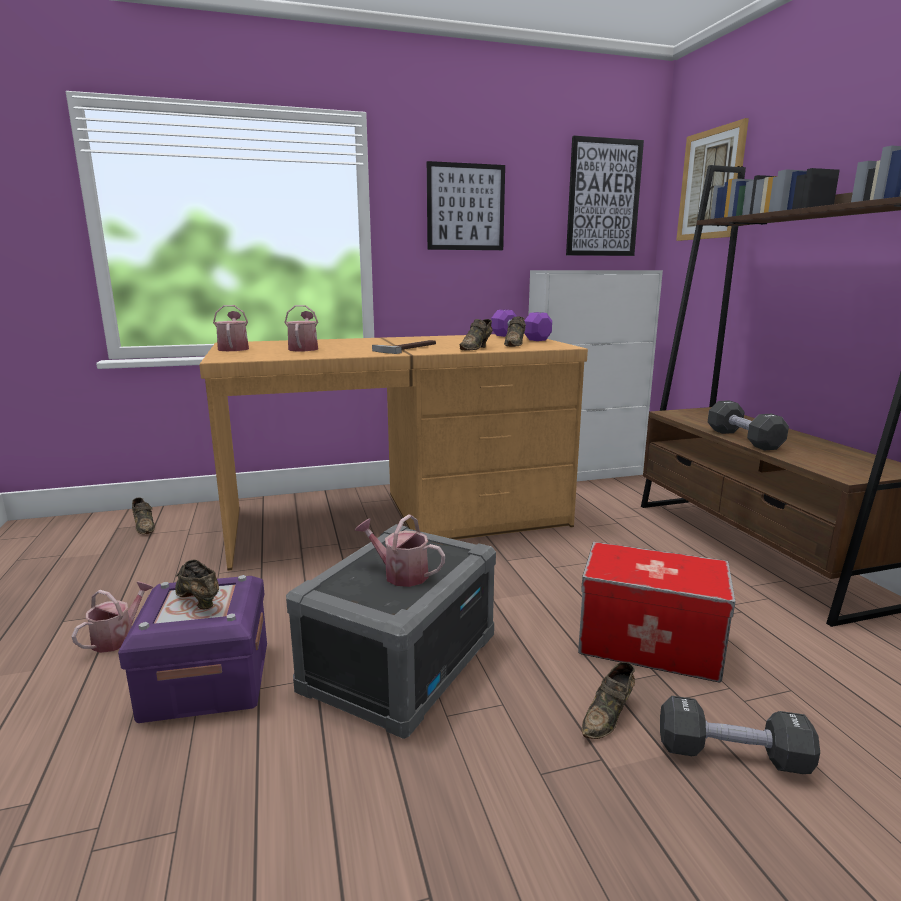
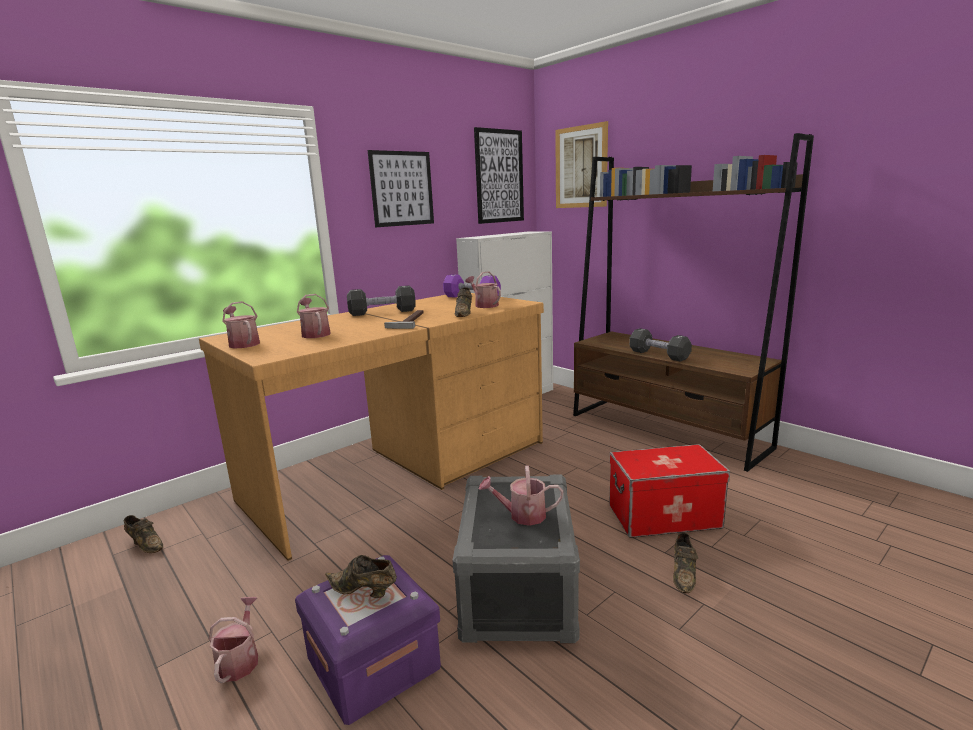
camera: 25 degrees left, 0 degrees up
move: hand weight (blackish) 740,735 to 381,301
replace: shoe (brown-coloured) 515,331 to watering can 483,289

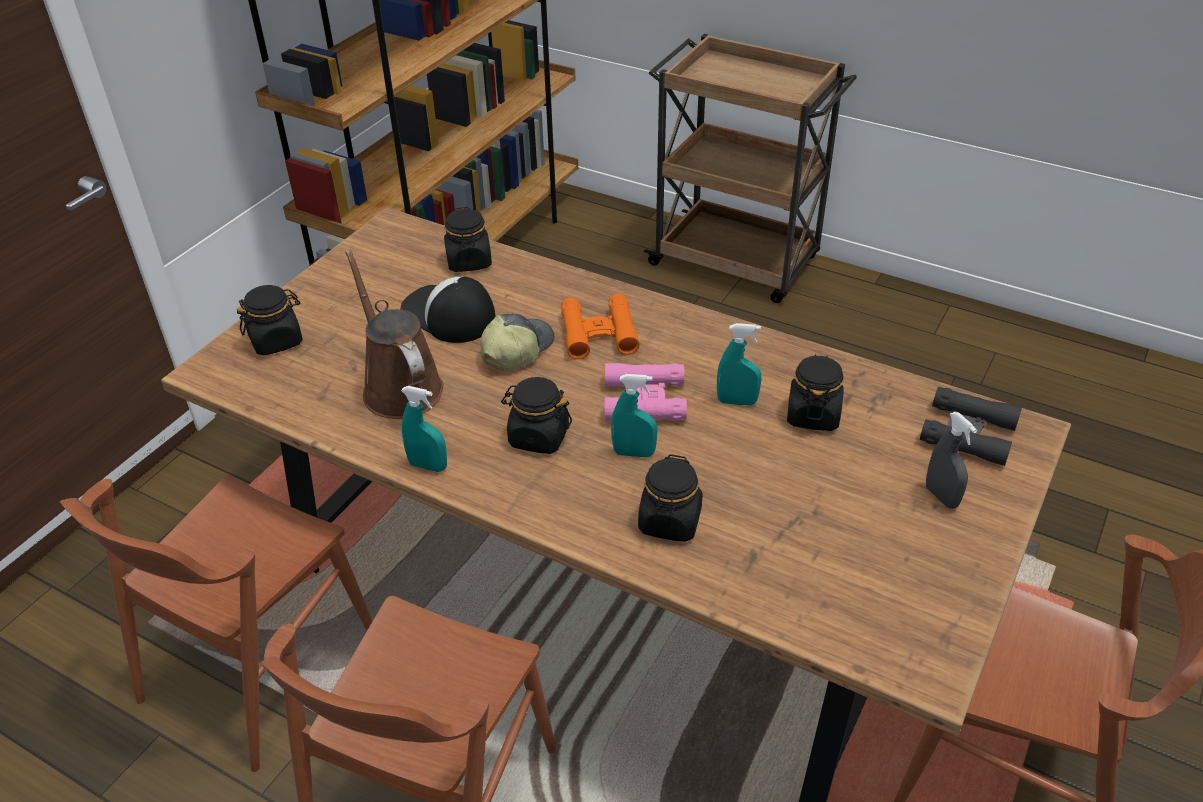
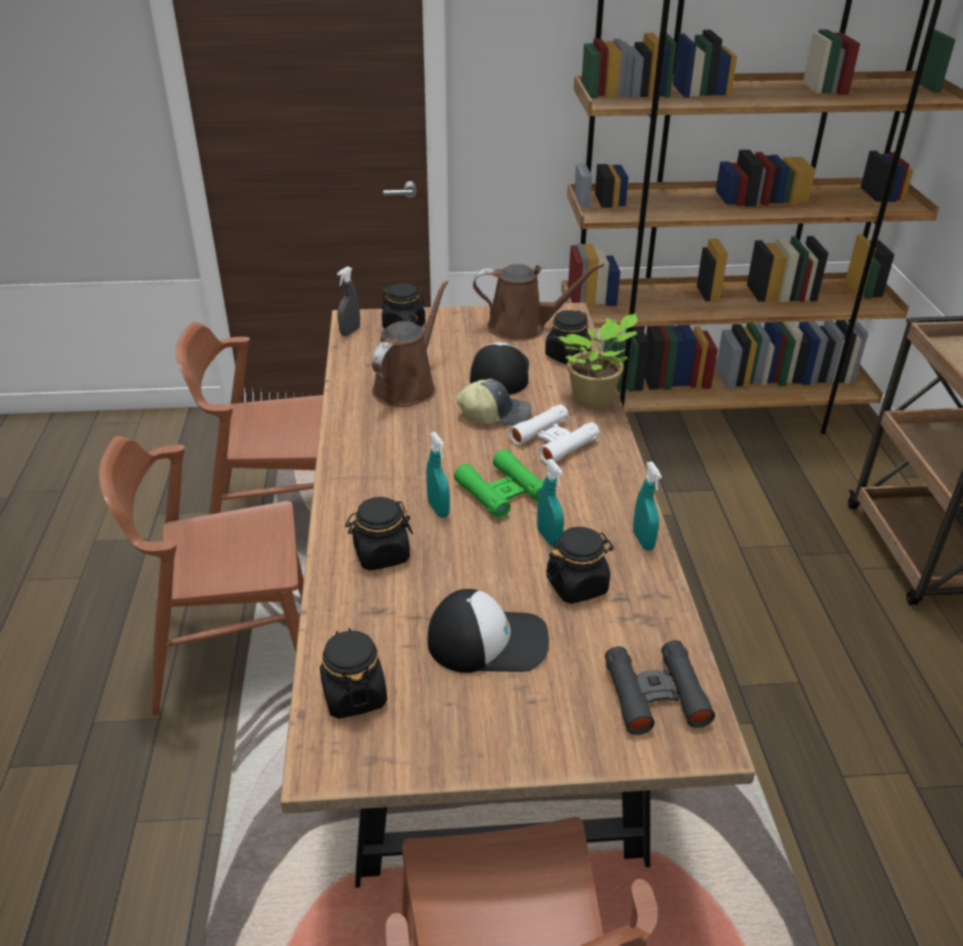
camera: 55 degrees right, 5 degrees down
insert: watering can (brown-coloured) 538,302; potted plant 597,361; peaked cap 488,631
move: jar (blackish) 536,415 to 353,673; sprayer (blue-green) 424,429 to 647,506; sprayer (grey) 951,460 to 348,301
recolor: binoculars (orange) 600,326 to binoculars (white) 554,434; binoculars (pink-coloured) 646,392 to binoculars (green) 499,483

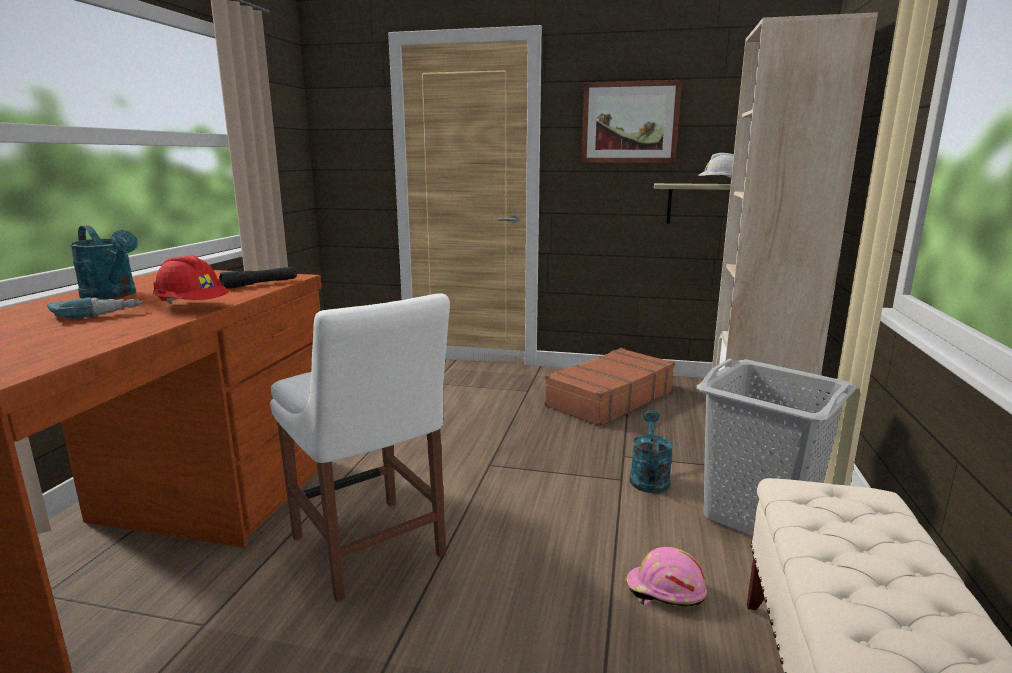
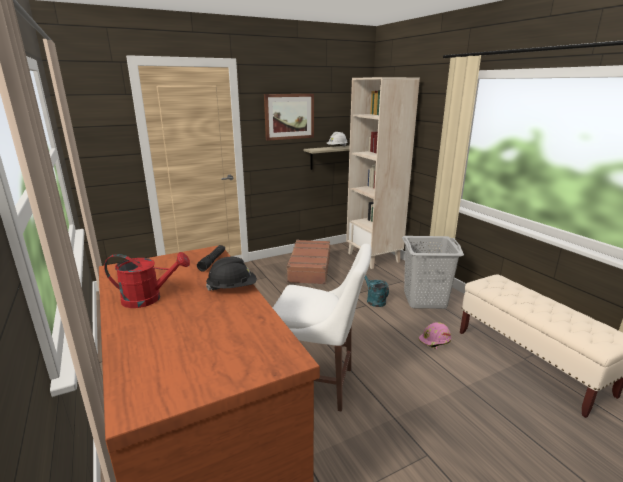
camera: 40 degrees left, 5 degrees up
delete: power drill 95,307
recolor: watering can (blue-green) 103,262 to watering can (red-coloured) 147,280; hard hat (red-coloured) 191,279 to hard hat (blackish) 231,274

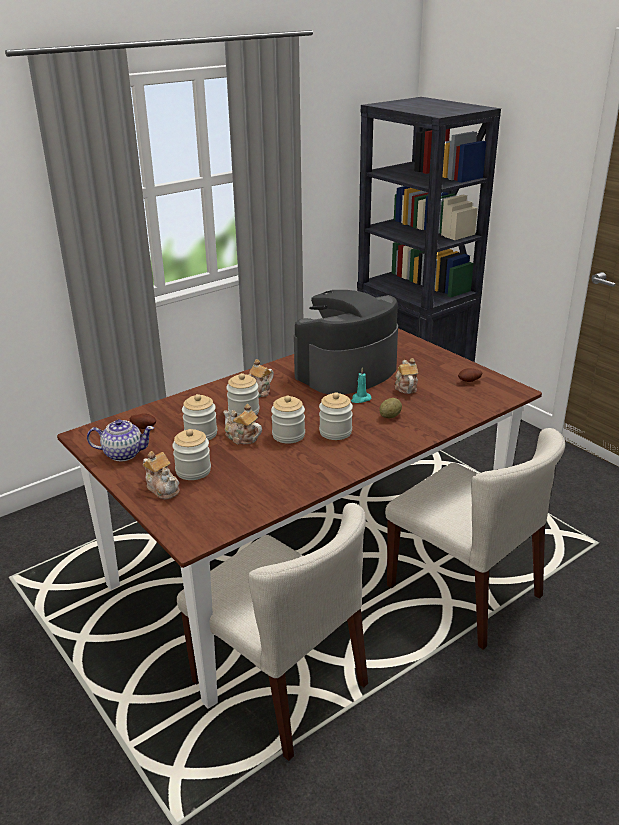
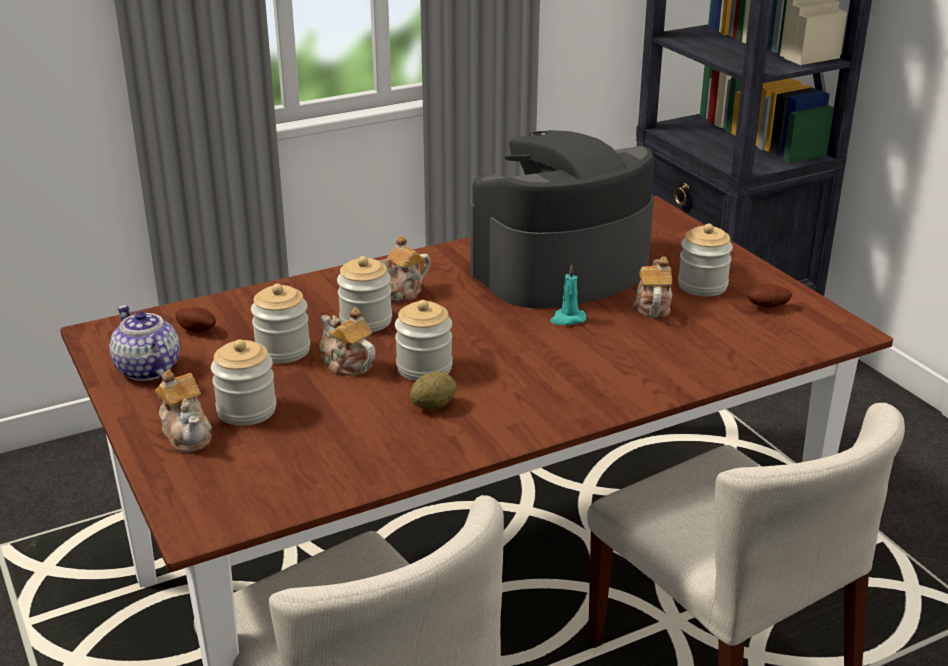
camera: 10 degrees right, 0 degrees up
move: jar 336,416 to 705,260; whole potato 390,408 to 433,391
rotate: tea pot 120,440 = 144,343 135 degrees counterclockwise

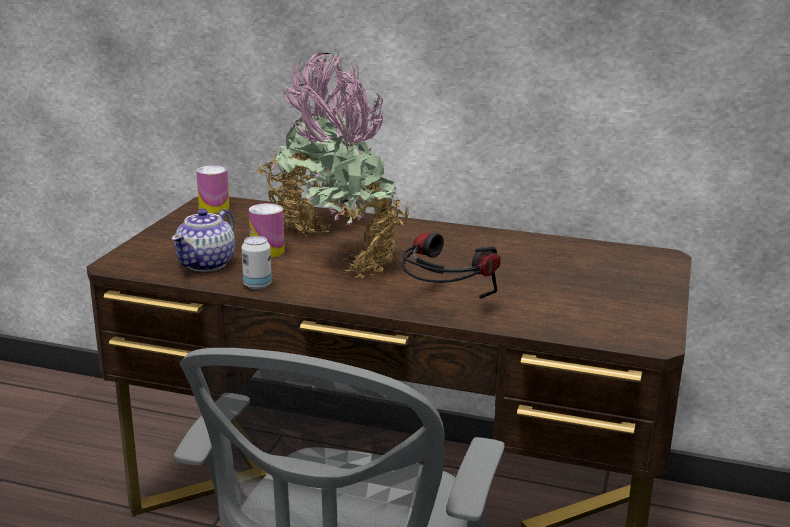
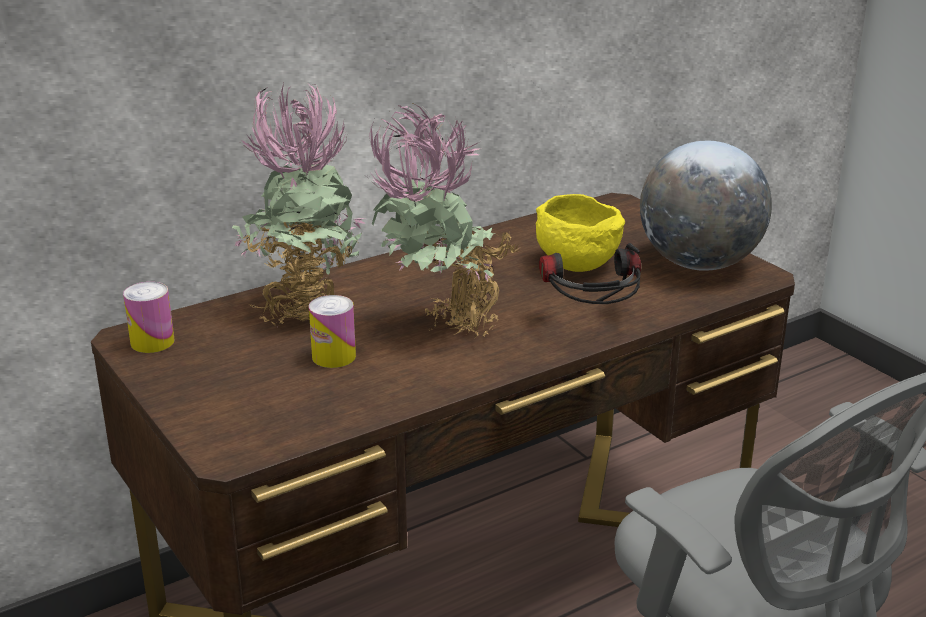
camera: 50 degrees left, 5 degrees up
delete: tea pot 203,240; sealed can 257,262
insert: world globe 706,206; bowl (yellowish) 580,233

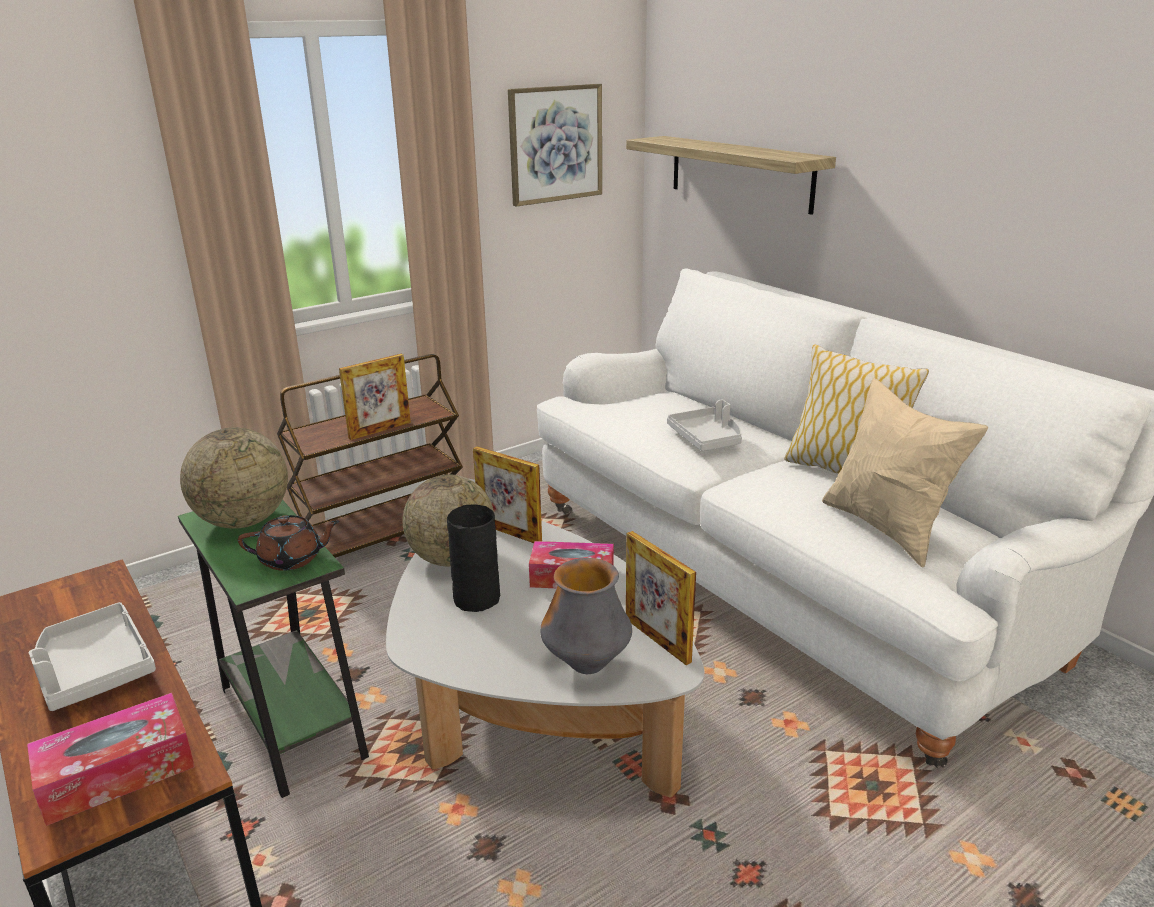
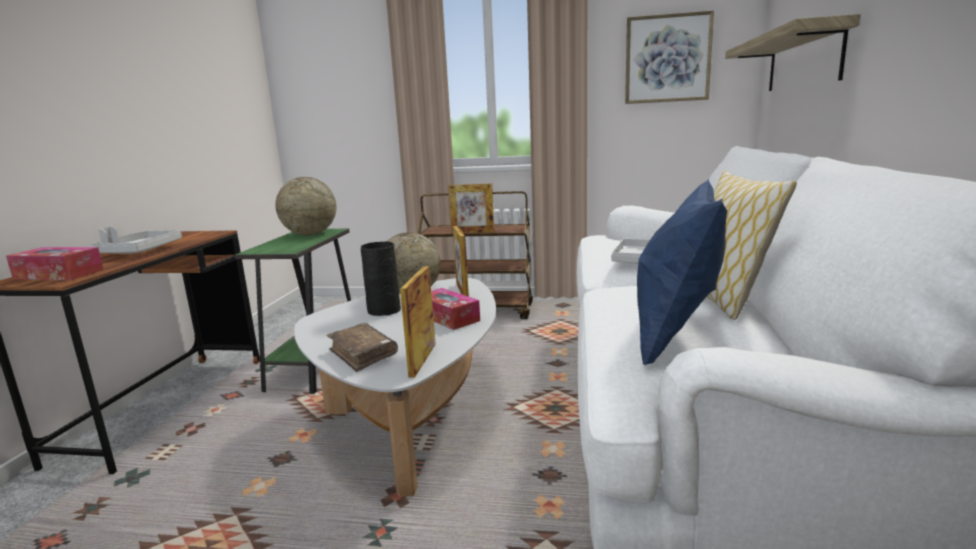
camera: 45 degrees right, 10 degrees down
delete: tea pot (brown-coloured) 289,543
replace: decorative vase 586,616 to bound book (brown-coloured) 362,347
recolor: throw pillow (sand-coloured) 905,472 to throw pillow (blue) 682,272

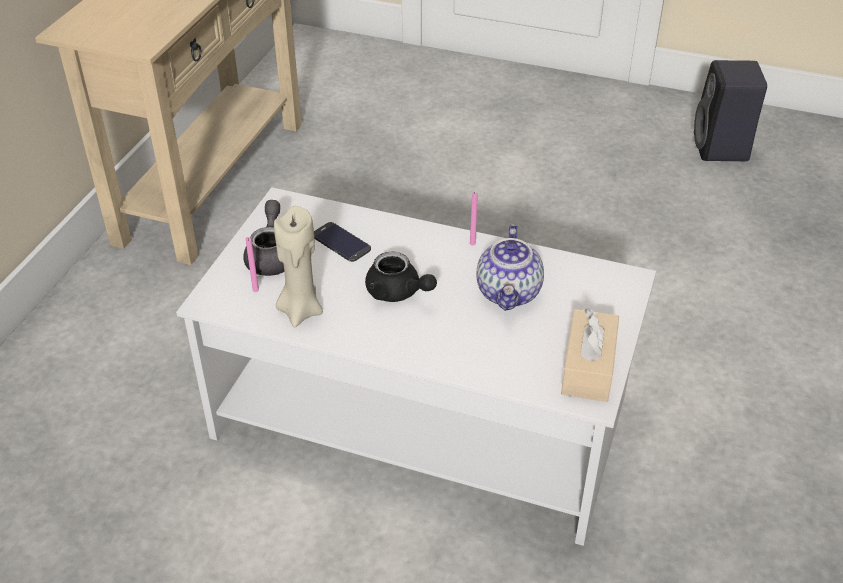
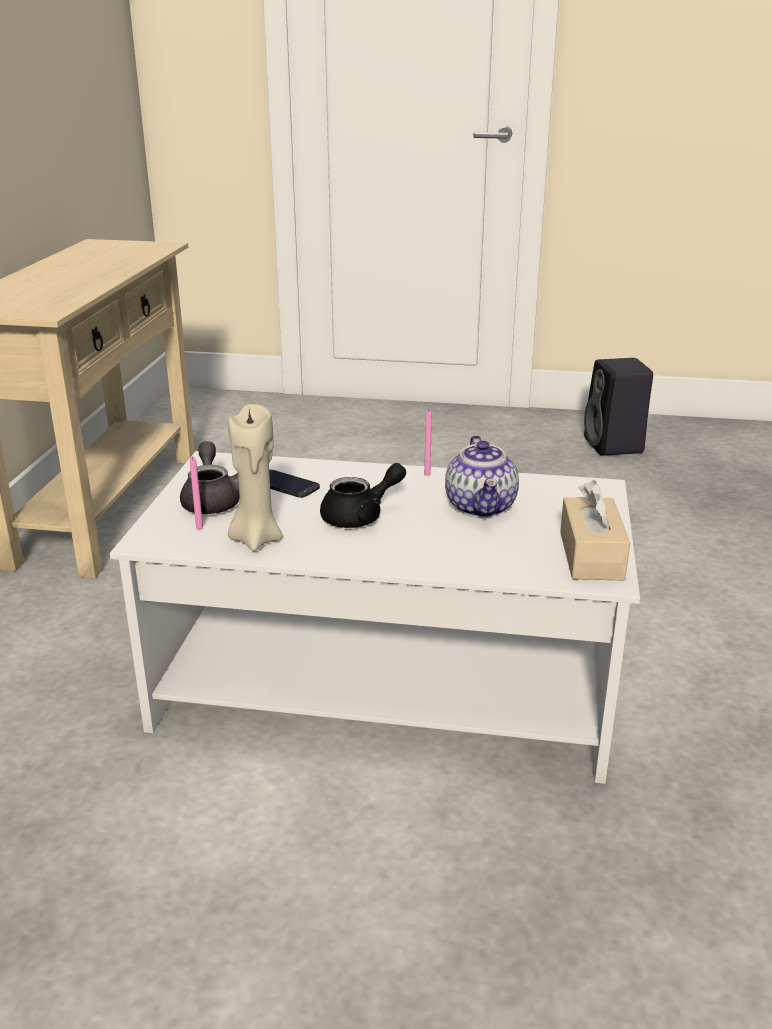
camera: 10 degrees left, 15 degrees down
rotate: tea pot (blackish) 401,277 = 363,495 60 degrees counterclockwise

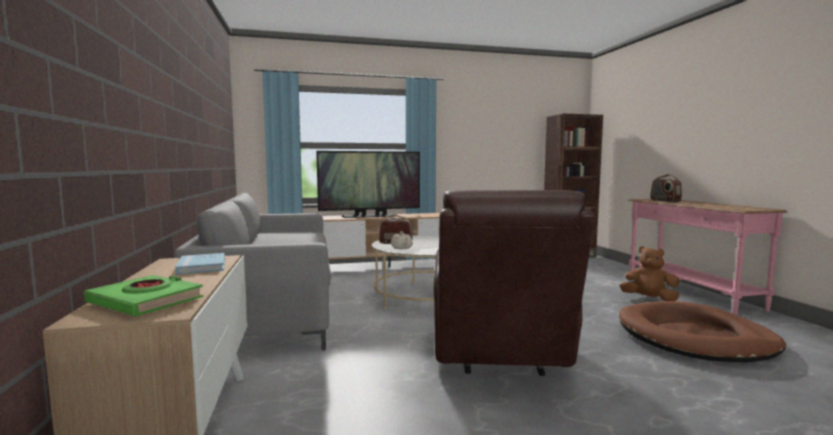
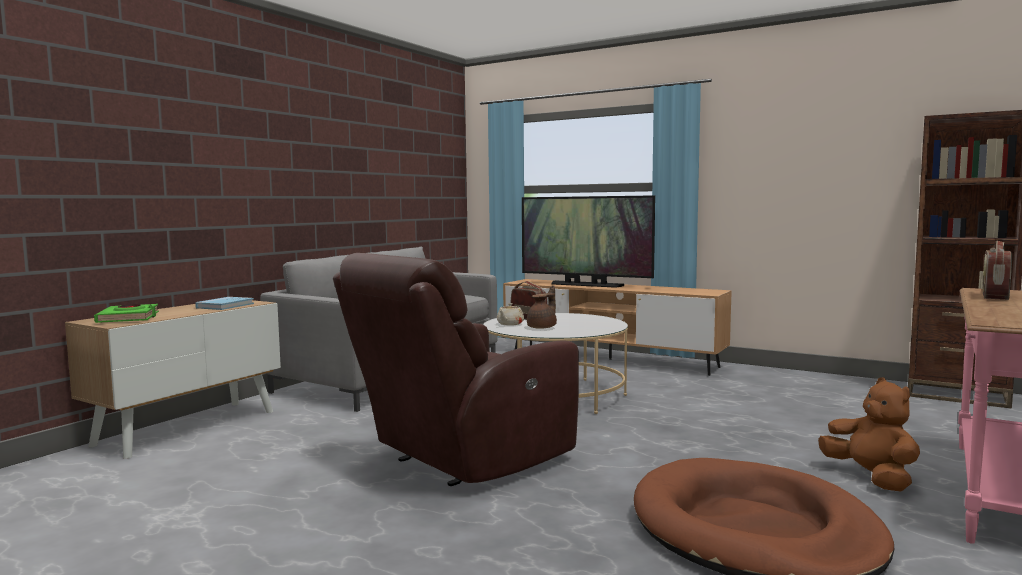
camera: 45 degrees right, 0 degrees up
insert: tea pot (brown-coloured) 542,306

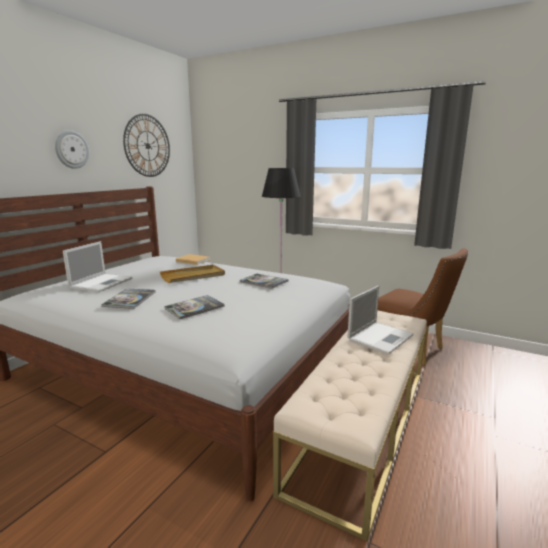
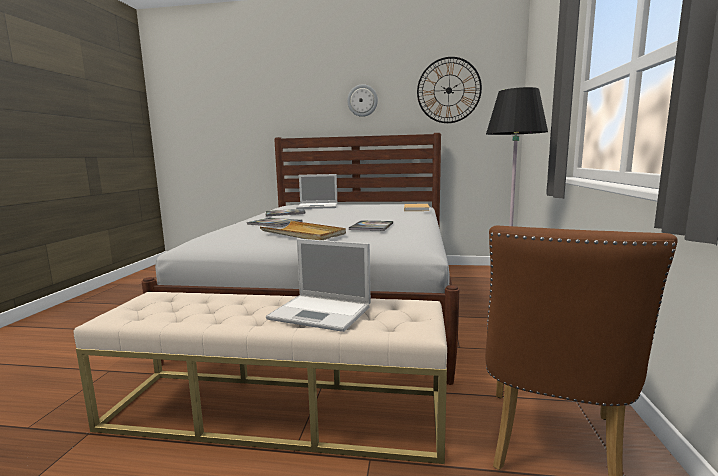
camera: 70 degrees right, 5 degrees down
move: serving tray (sand-coloured) 192,274 to 303,230

